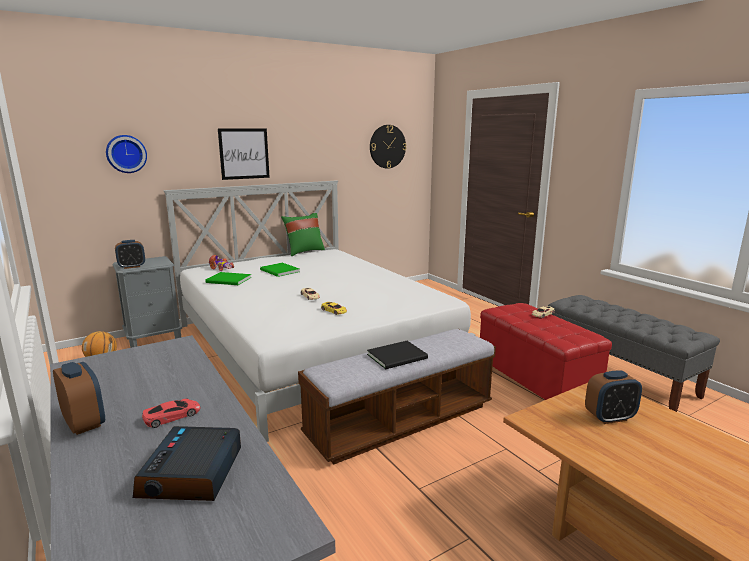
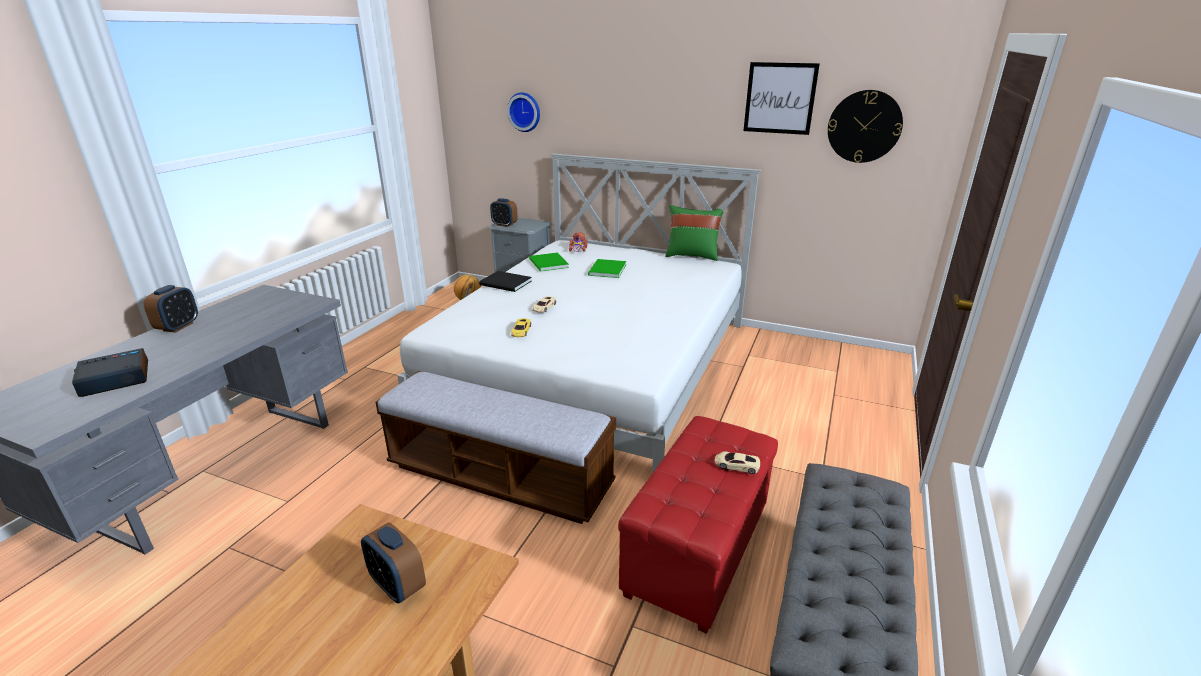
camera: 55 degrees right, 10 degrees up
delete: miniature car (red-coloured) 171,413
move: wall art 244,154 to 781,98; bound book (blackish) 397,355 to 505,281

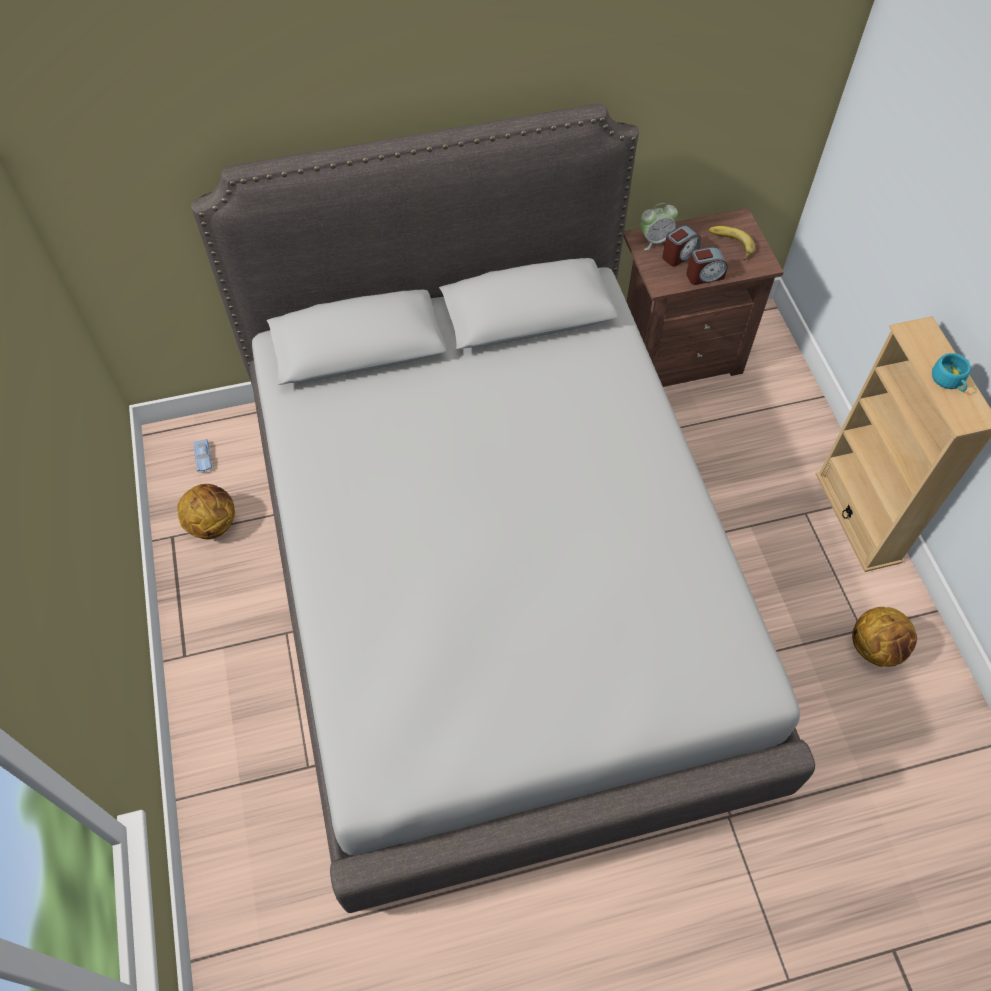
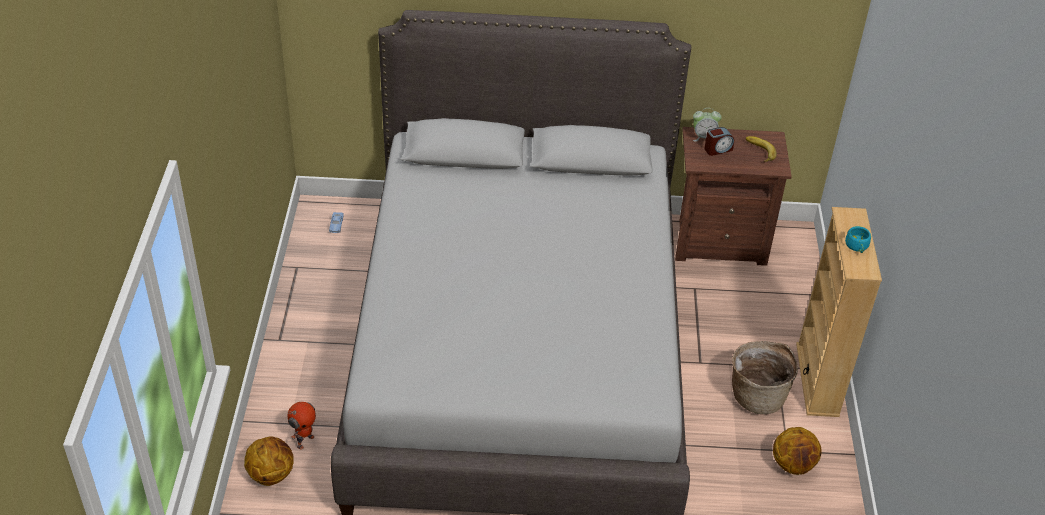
camera: 15 degrees right, 15 degrees down
delete: table clock 707,265
insert: basket 765,377; robot figure 302,426
move: basketball 206,512 to 269,461

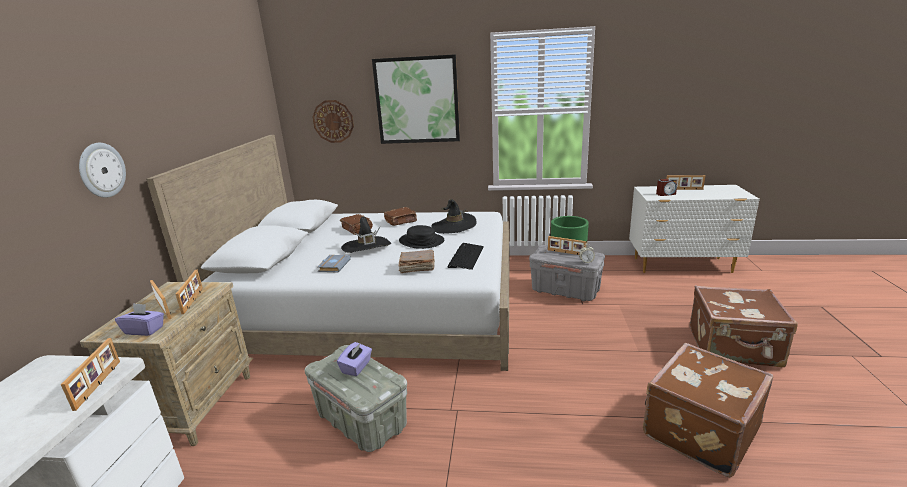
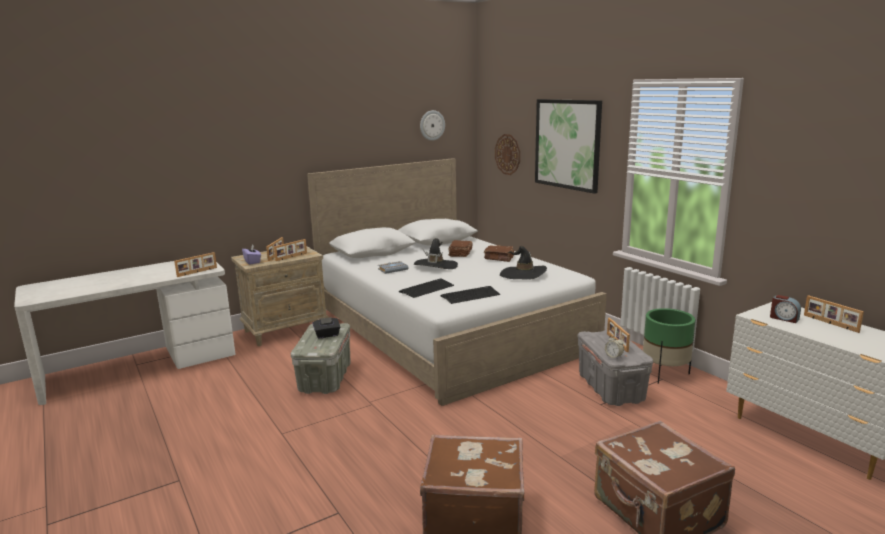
camera: 50 degrees right, 5 degrees down
delete: clothing hat (blackish) 421,237
move: wall clock 102,170 to 432,125
replace: bound book (brown-coloured) 417,261 to keyboard 426,288
recolor: tissue holder (purplish) 354,359 to tissue holder (blackish) 326,328

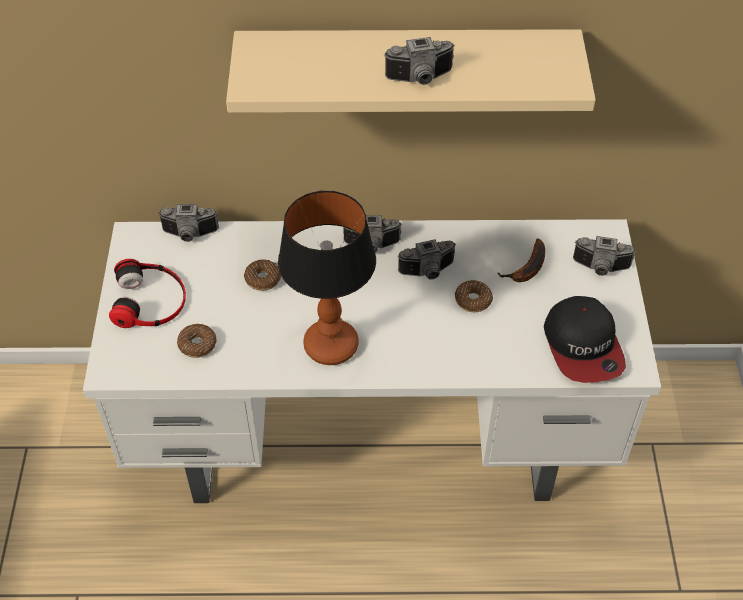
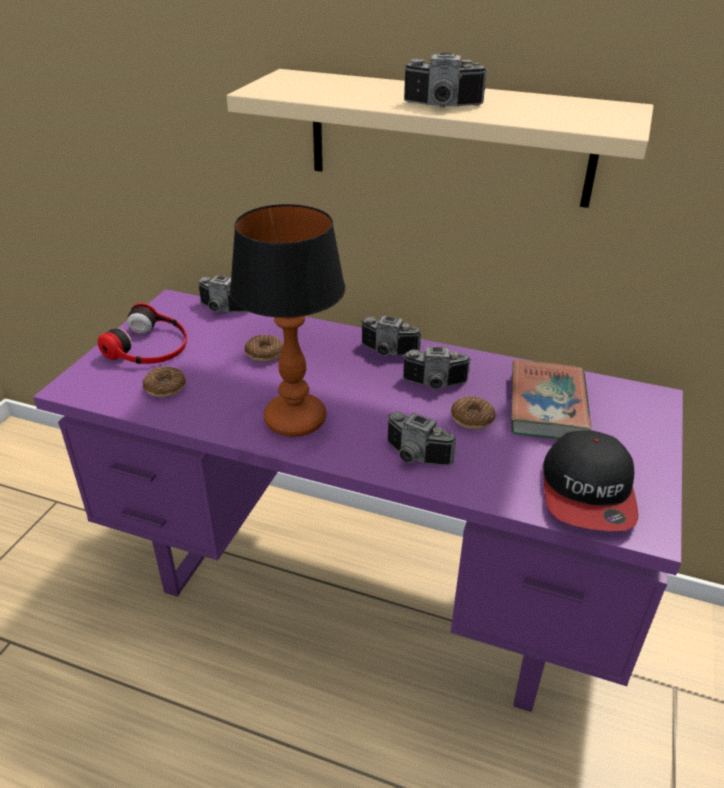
camera: 20 degrees right, 15 degrees down
move: still camera 604,256 to 422,438
replace: whole banana 521,260 to bound book 551,399
recolor: desk (white) 372,361 to desk (purplish) 358,500

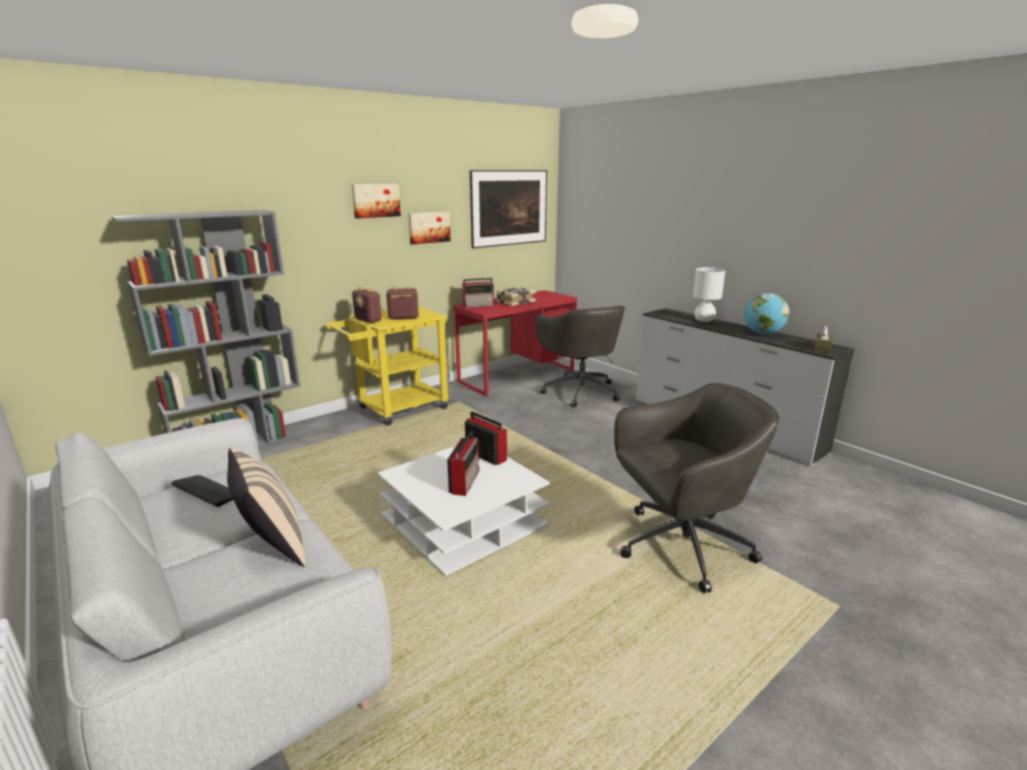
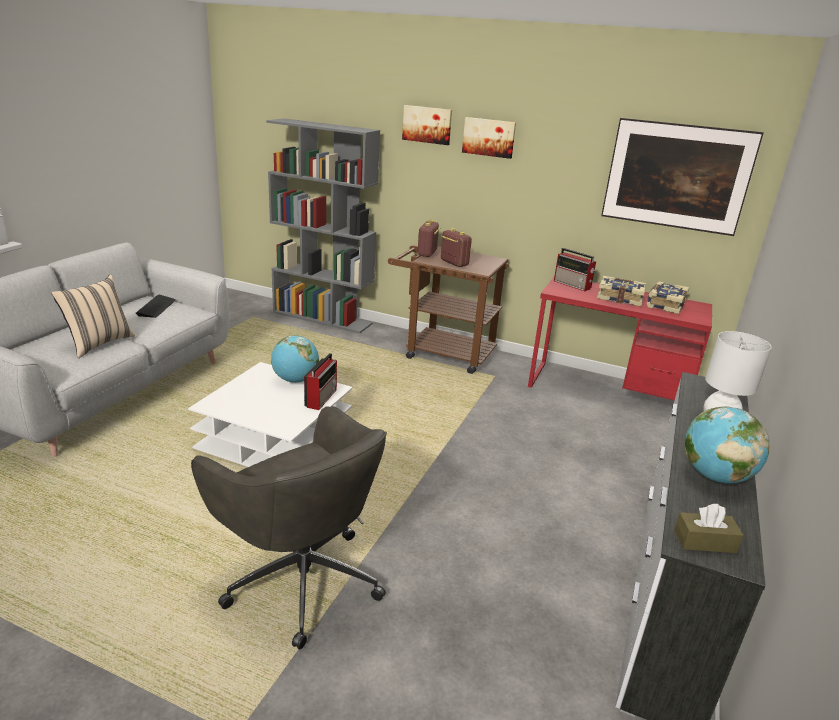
camera: 60 degrees right, 5 degrees up
delete: computer chair (grey) 580,356; radio receiver 463,464
insert: bound book 668,297; world globe 295,359
move: wall art 429,228 to 427,125
recolor: trolley (yellowish) 387,366 to trolley (brown-coloured) 448,309

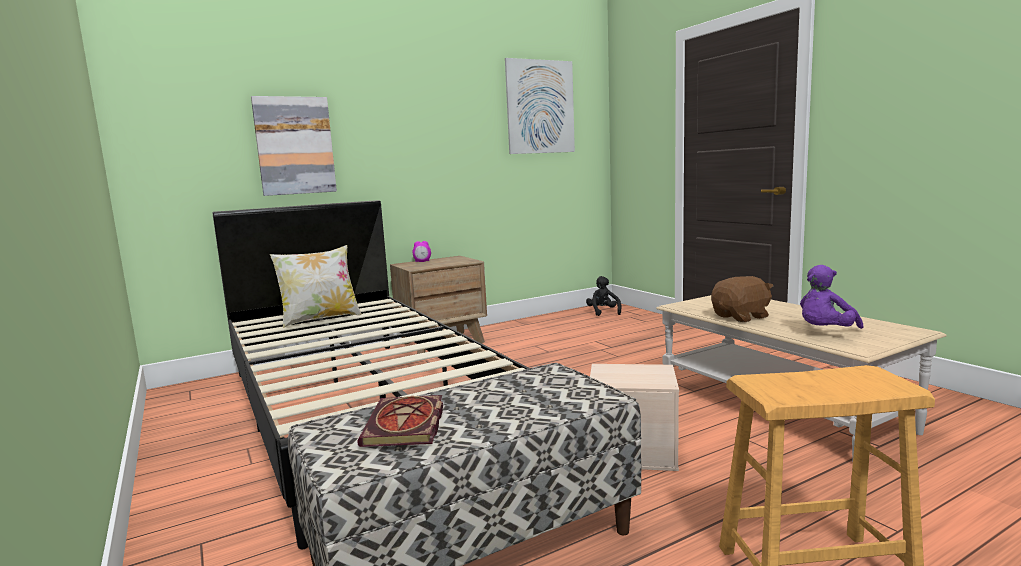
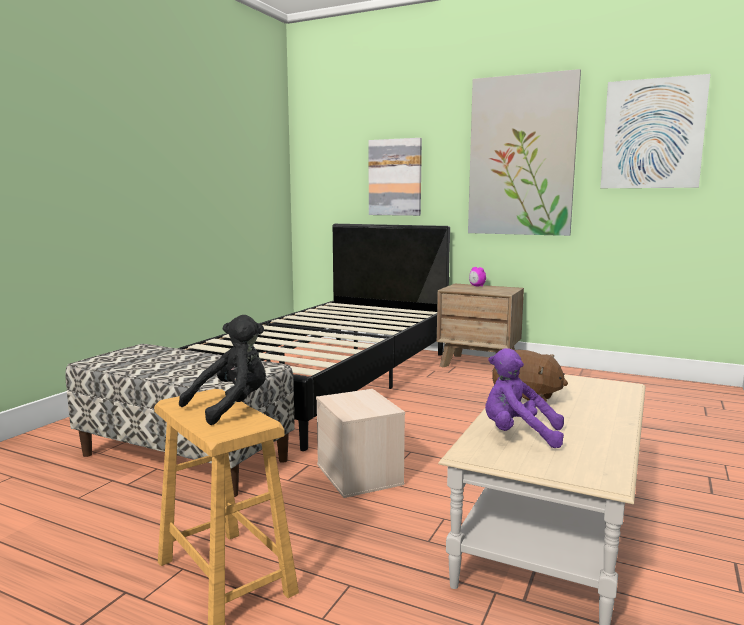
camera: 55 degrees right, 0 degrees up
delete: throw pillow 315,286; bound book 400,421
insert: wall art 524,152
move: cuddly toy (blackish) 603,296 to 222,370

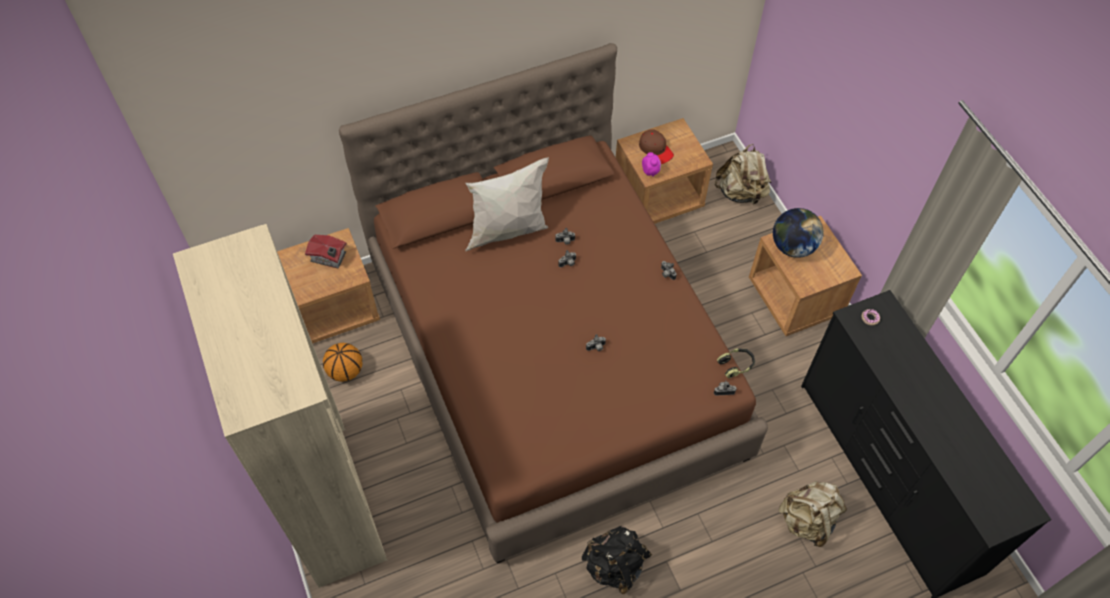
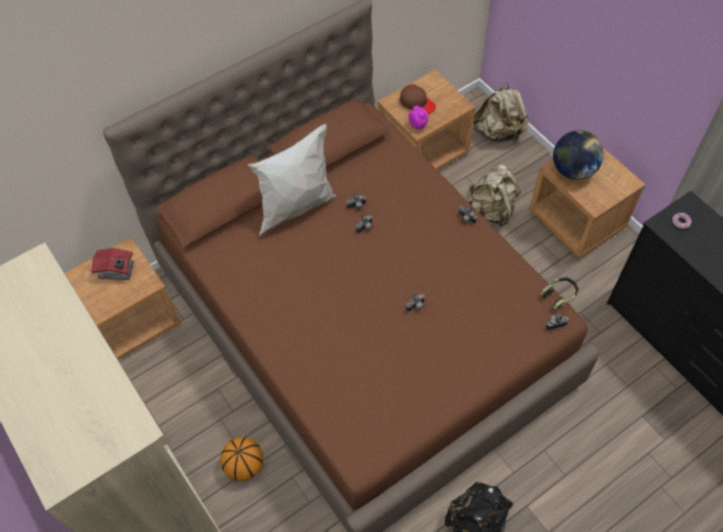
camera: 10 degrees left, 0 degrees up
move: basketball 343,362 to 241,459; knapsack (sand-coloured) 813,514 to 493,196

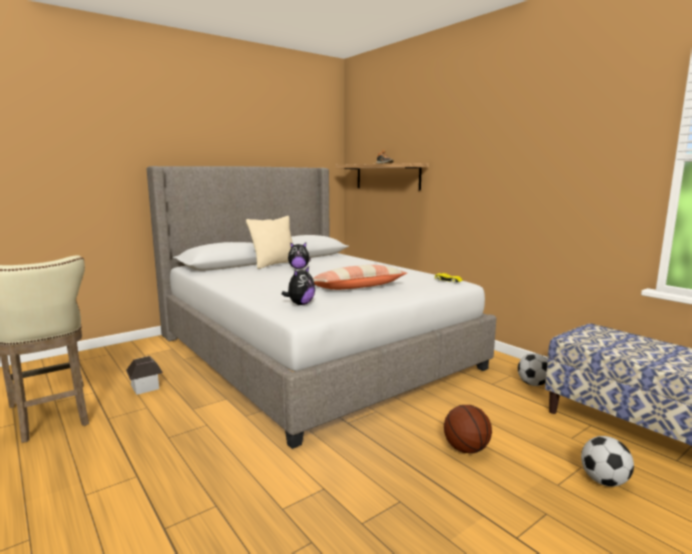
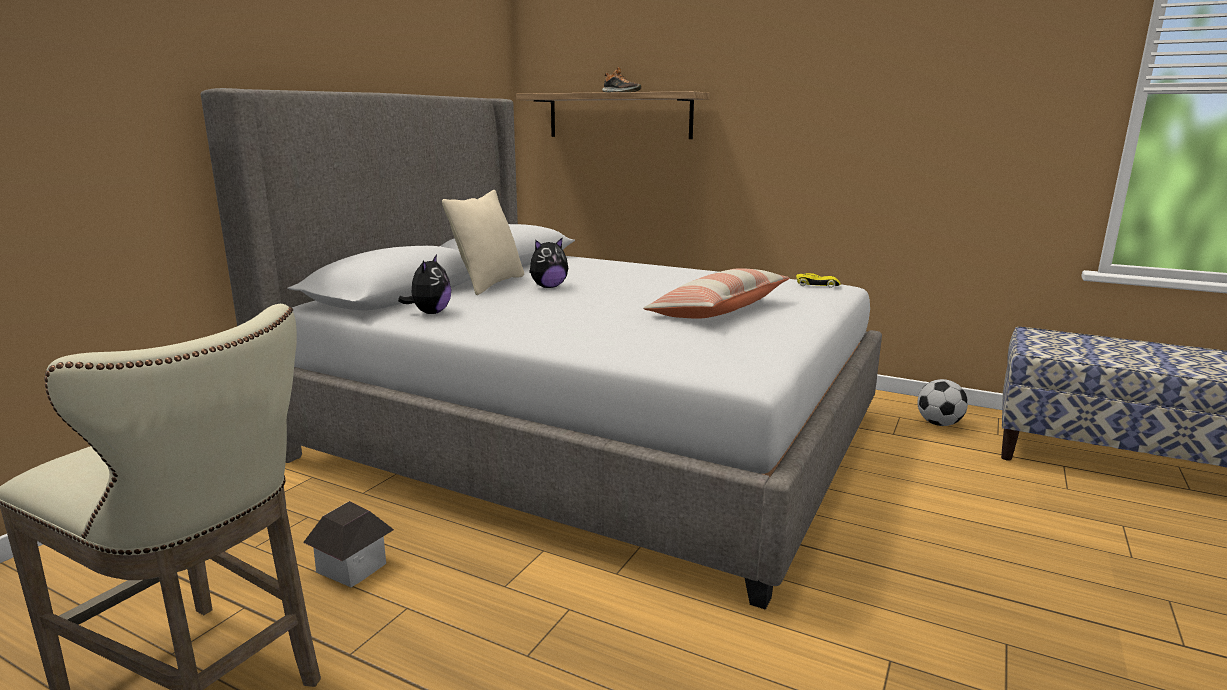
camera: 25 degrees left, 5 degrees up
delete: basketball 468,429; football 607,461
move: cuddly toy 298,285 to 424,284

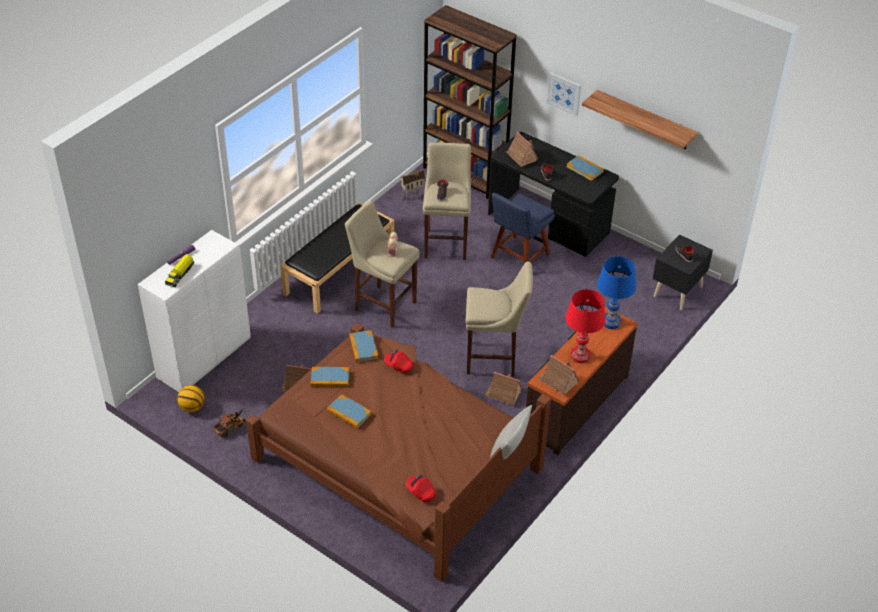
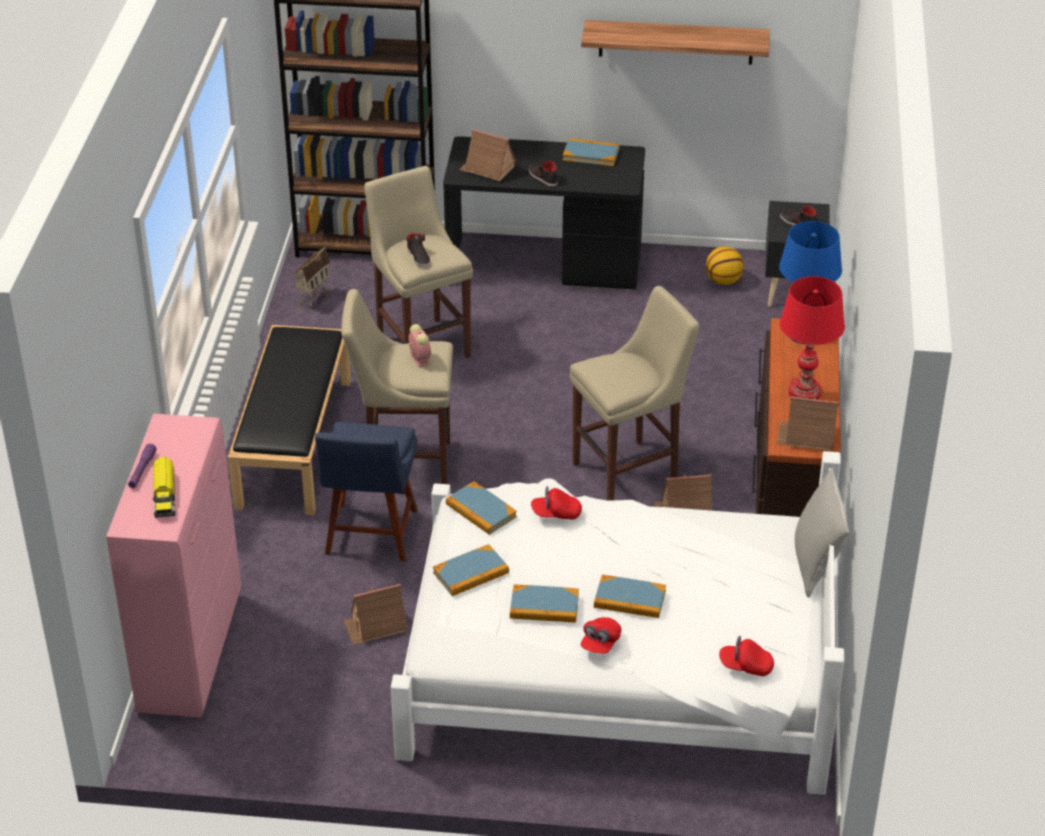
camera: 30 degrees left, 5 degrees down
delete: wall art 564,94; model truck 229,423
insert: bound book 630,596; peaked cap (red-coloured) 600,635
move: upright chair (blue) 523,228 to 366,491; basketball 191,398 to 725,265
recolor: cabinet (white) 194,311 to cabinet (pink-coloured) 173,565; sleeping bed (brown-coloured) 398,452 to sleeping bed (white) 617,623

